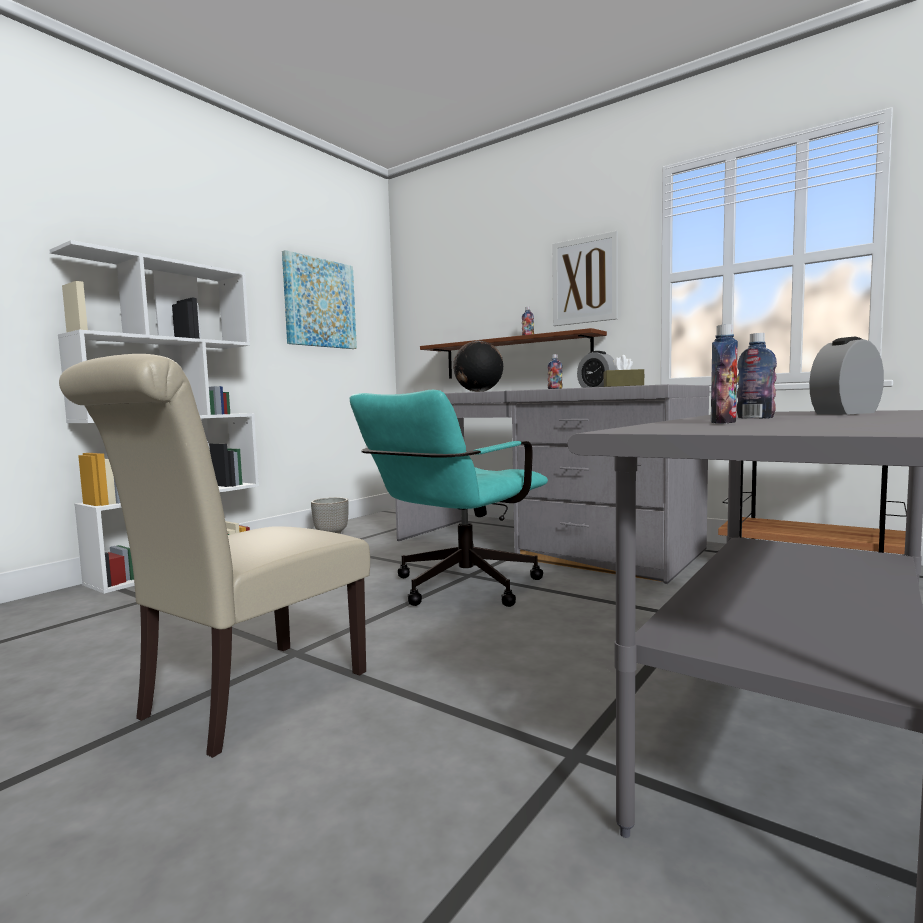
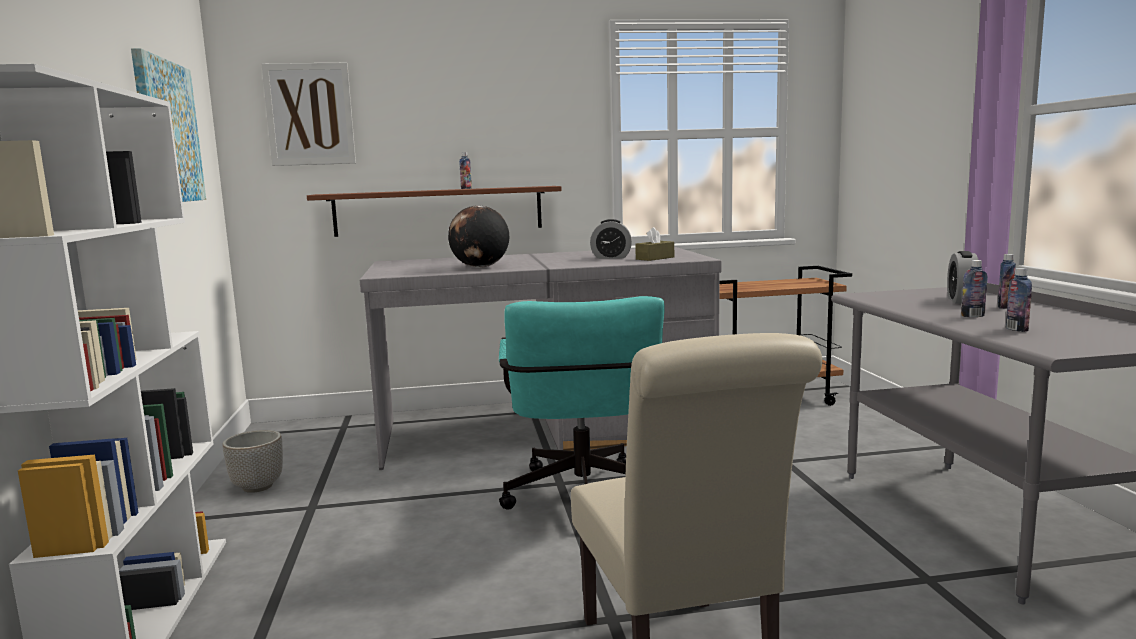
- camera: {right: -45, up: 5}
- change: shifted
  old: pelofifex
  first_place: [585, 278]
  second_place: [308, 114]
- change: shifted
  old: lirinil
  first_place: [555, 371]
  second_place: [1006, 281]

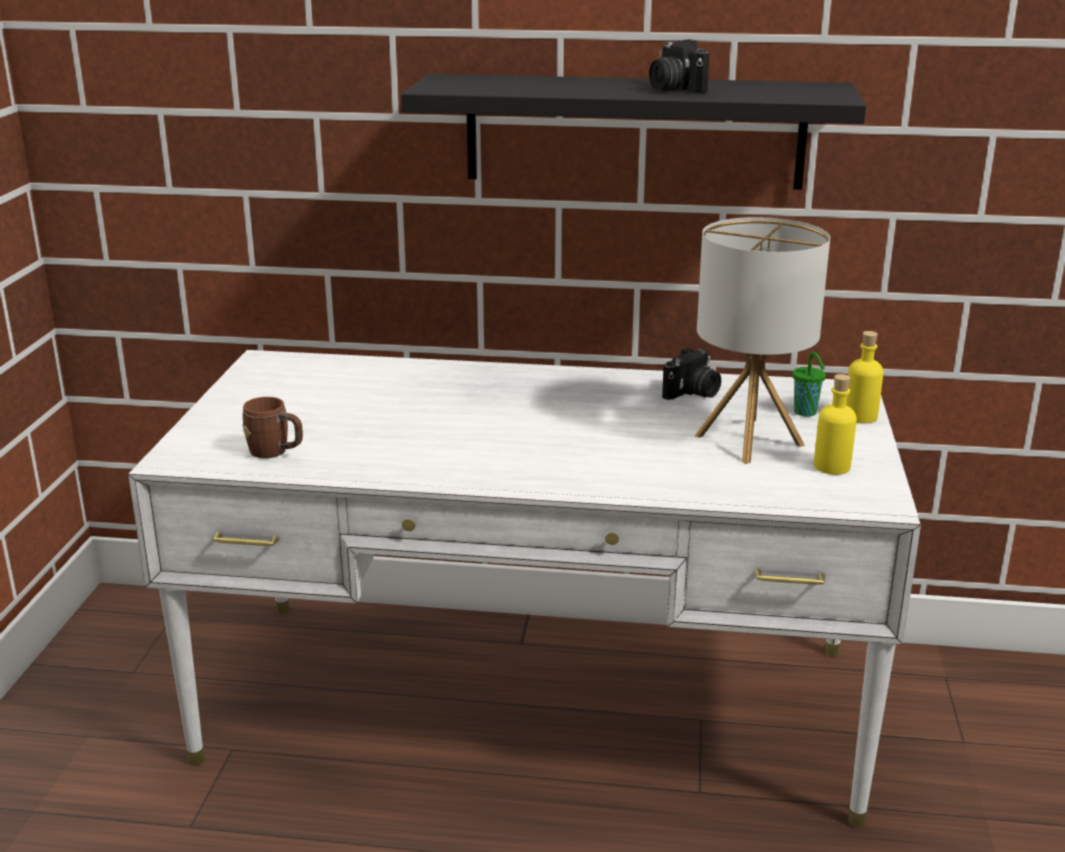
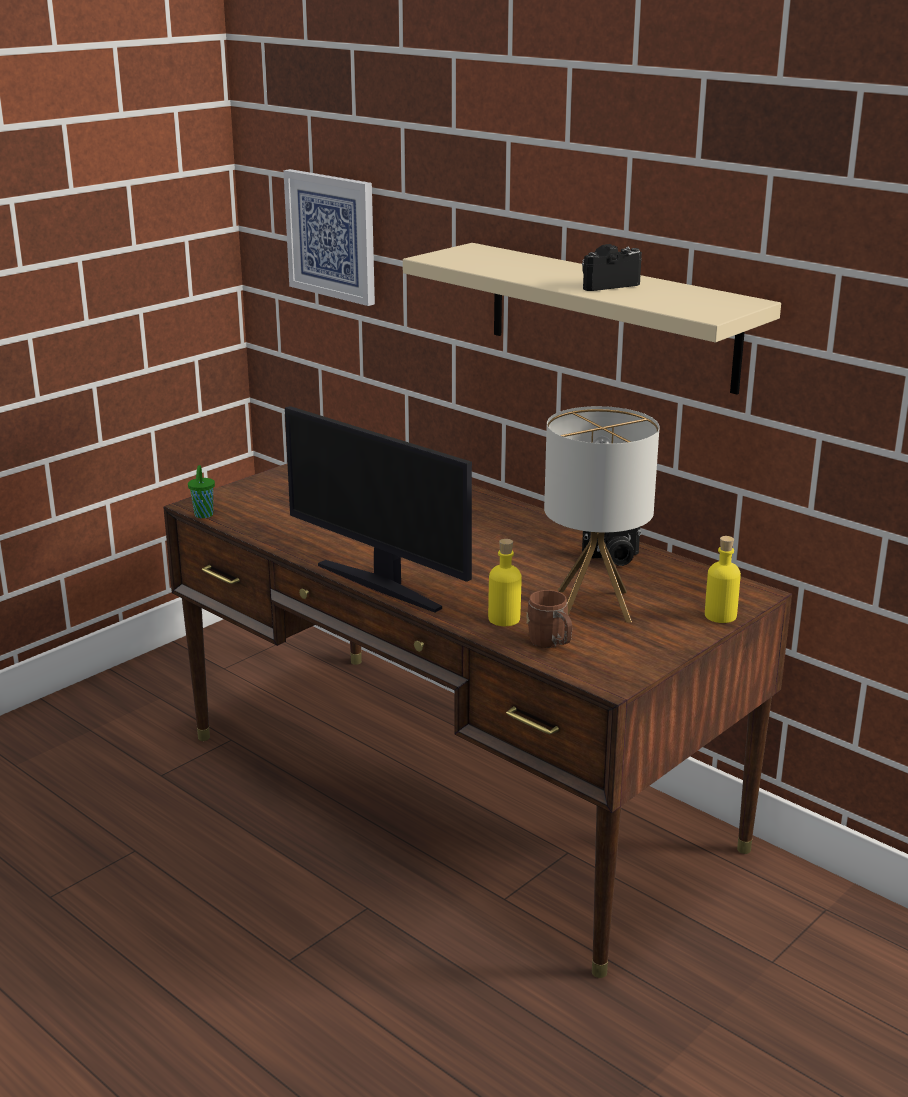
- camera: {right: 35, up: 0}
- change: rotated
  old: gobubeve
  first_place: [679, 66]
  second_place: [612, 267]
  degrees: 60
- change: repainted
  old: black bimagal
  new: beige bimagal
  first_place: [633, 132]
  second_place: [592, 318]
- change: repainted
  old: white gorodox
  new: brown gorodox
  first_place: [524, 589]
  second_place: [477, 721]
- change: shifted
  old: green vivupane
  first_place: [809, 384]
  second_place: [201, 491]
- change: shifted
  old: yellow lirinil
  first_place: [835, 424]
  second_place: [505, 582]
- change: shifted
  old: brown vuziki
  first_place: [272, 427]
  second_place: [549, 619]
- change: new
  new: pelofifex
  second_place: [329, 237]
- change: new
  new: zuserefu
  second_place: [378, 509]

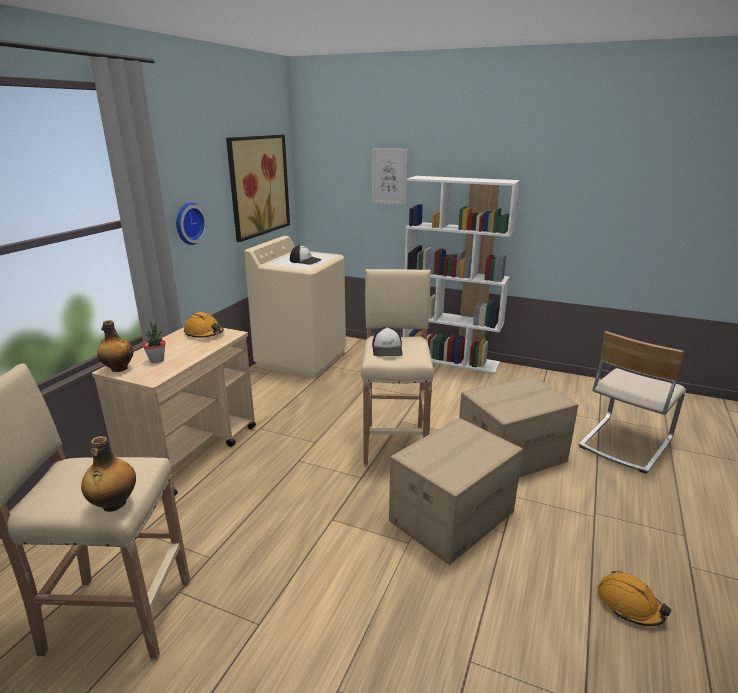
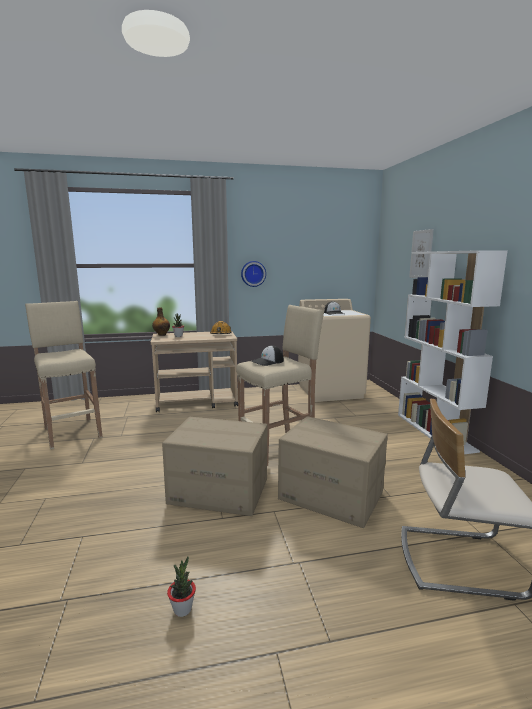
- camera: {right: 55, up: -10}
- change: gone
  old: pelofifex
  first_place: [258, 188]
- change: gone
  old: lirinil
  first_place: [108, 474]
- change: swapped
  old: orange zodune
  new: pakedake
  first_place: [635, 598]
  second_place: [181, 586]

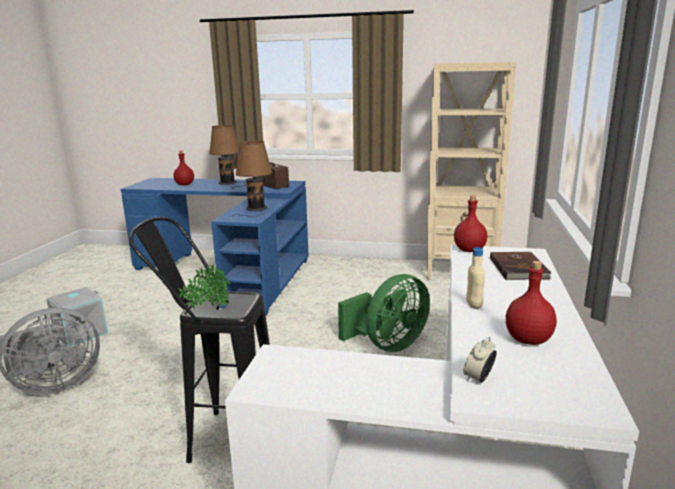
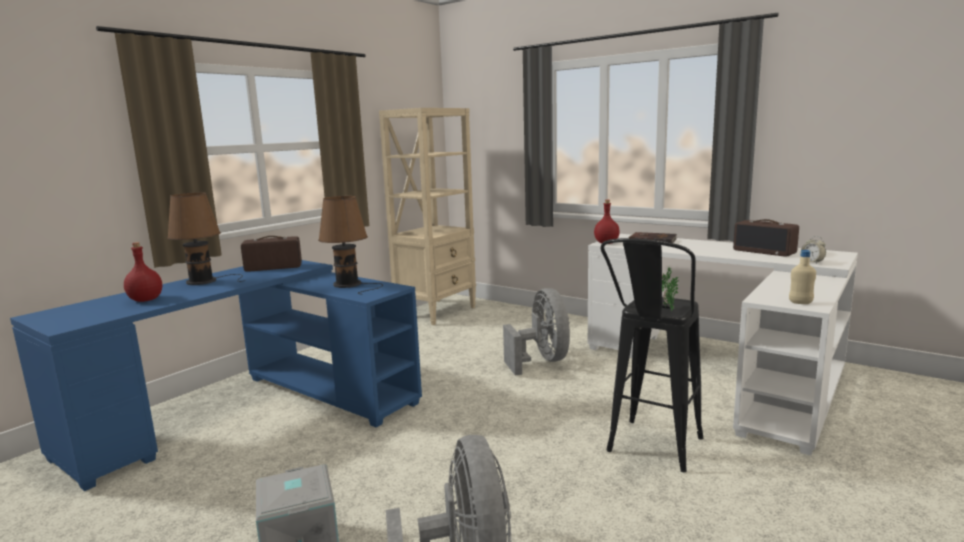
- camera: {right: -65, up: -5}
- change: shifted
  old: beige lirinil
  first_place: [475, 278]
  second_place: [802, 277]
- change: swapped
  old: red lirinil
  new: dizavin
  first_place: [531, 303]
  second_place: [766, 238]
- change: repainted
  old: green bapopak
  new: grey bapopak
  first_place: [384, 313]
  second_place: [536, 331]

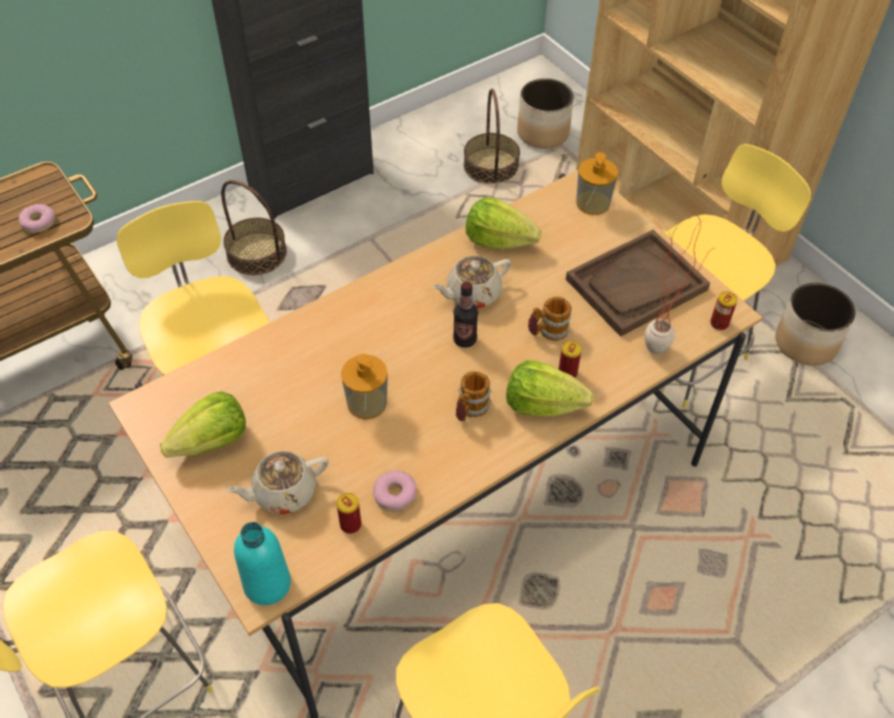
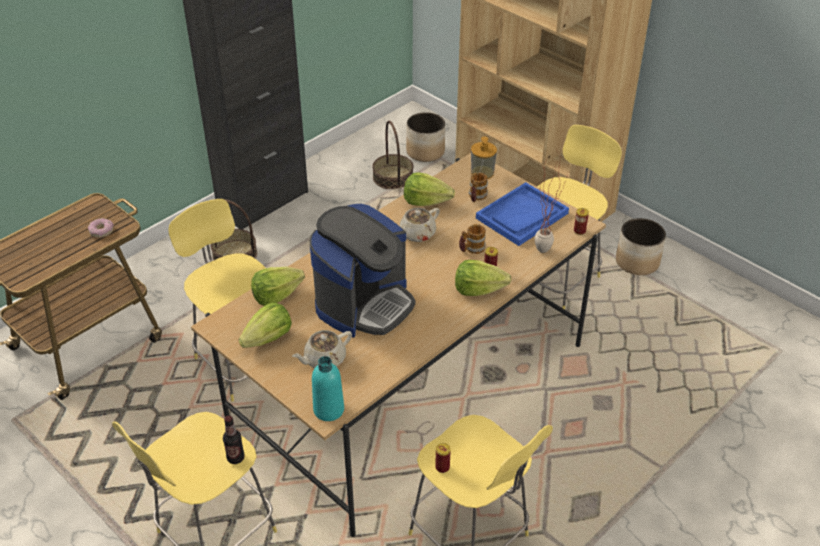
- camera: {right: -10, up: -10}
- change: repainted
  old: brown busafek
  new: blue busafek
  first_place: [638, 283]
  second_place: [522, 214]
- change: shifted
  old: lirinil
  first_place: [465, 315]
  second_place: [234, 439]
- change: swapped
  old: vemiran
  new: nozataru
  first_place: [364, 387]
  second_place: [362, 270]
- change: shifted
  old: vuziki
  first_place: [473, 396]
  second_place: [478, 187]
- change: gone
  old: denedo
  first_place: [395, 491]
- change: shifted
  old: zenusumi
  first_place: [349, 513]
  second_place: [443, 458]
- change: new
  new: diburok
  second_place: [278, 286]

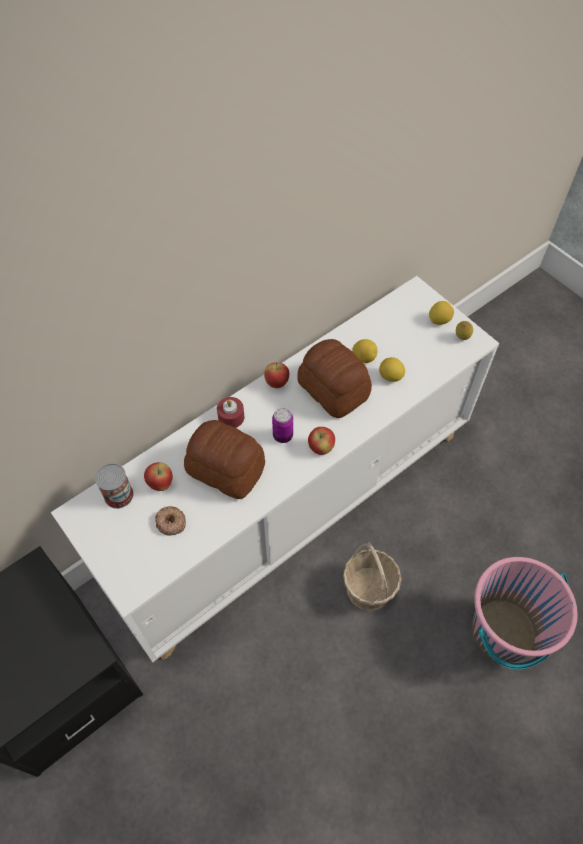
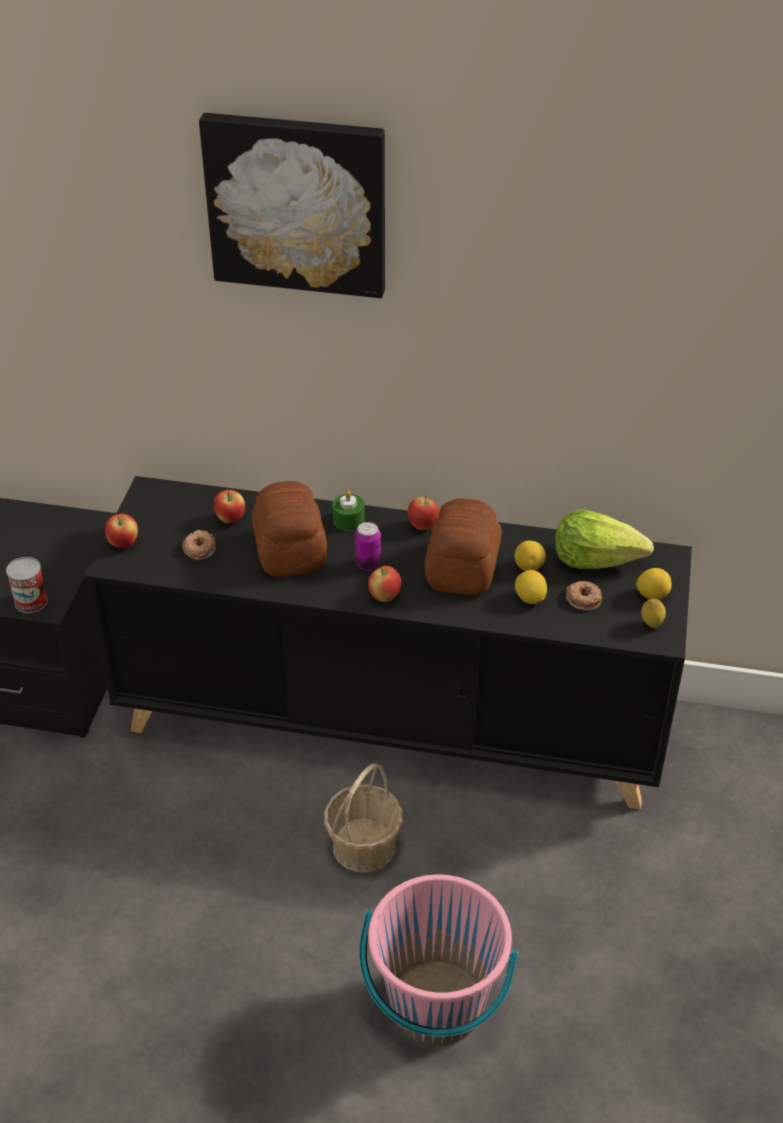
- camera: {right: 50, up: -15}
- change: repainted
  old: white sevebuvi
  new: black sevebuvi
  first_place: [275, 469]
  second_place: [388, 643]
- change: repainted
  old: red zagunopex
  new: green zagunopex
  first_place: [230, 412]
  second_place: [348, 510]
- change: shifted
  old: zenusumi
  first_place: [114, 486]
  second_place: [27, 585]
- change: new
  new: pelofifex
  second_place: [292, 205]
- change: new
  new: diburok
  second_place: [604, 539]
- change: new
  new: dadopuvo
  second_place: [121, 531]
- change: new
  new: denedo
  second_place: [584, 596]

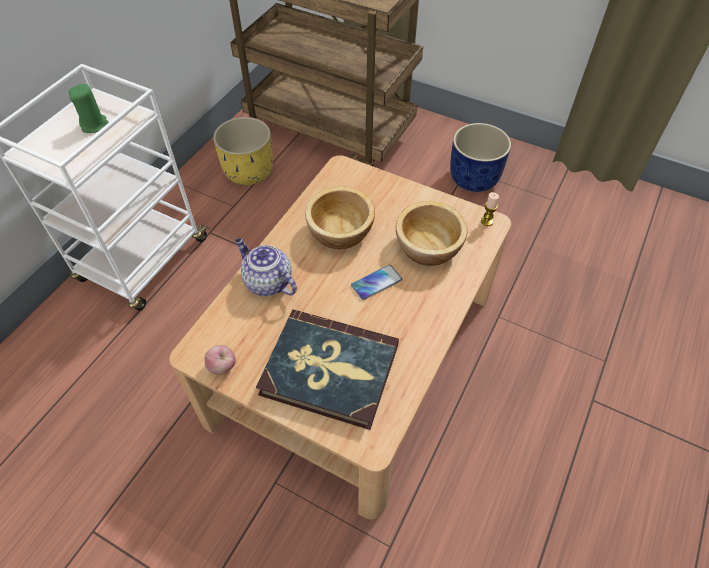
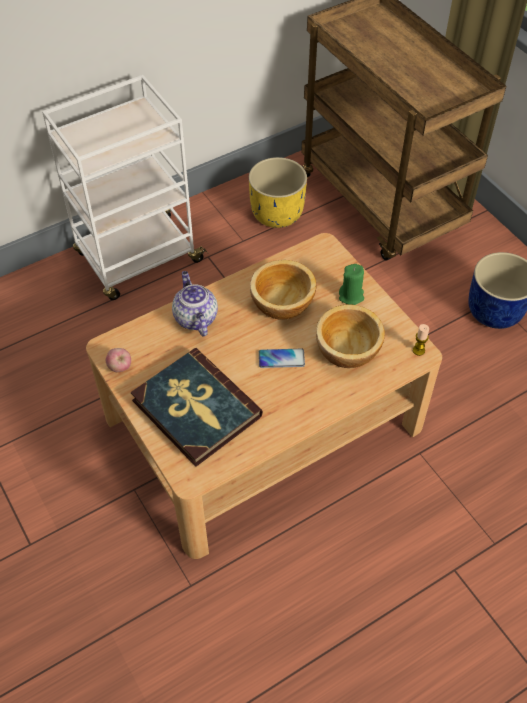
- camera: {right: 30, up: 0}
- change: shifted
  old: green zagunopex
  first_place: [89, 108]
  second_place: [351, 284]

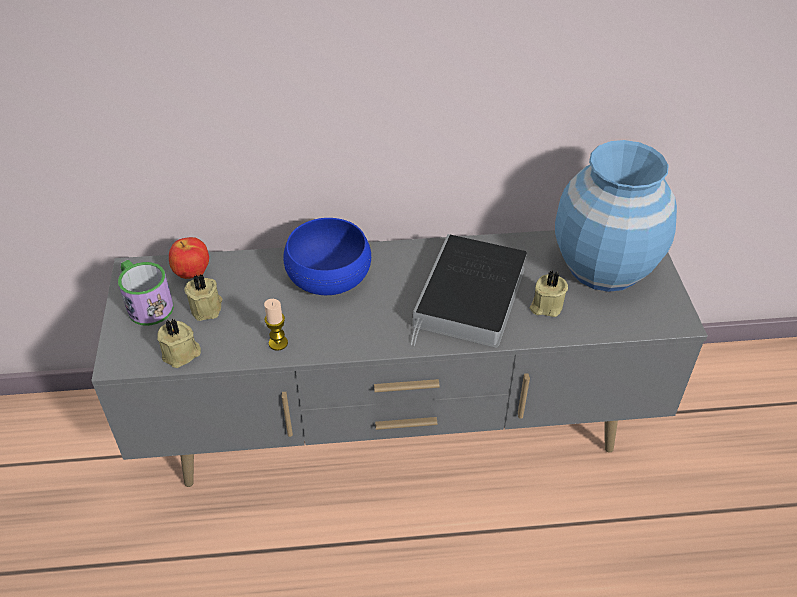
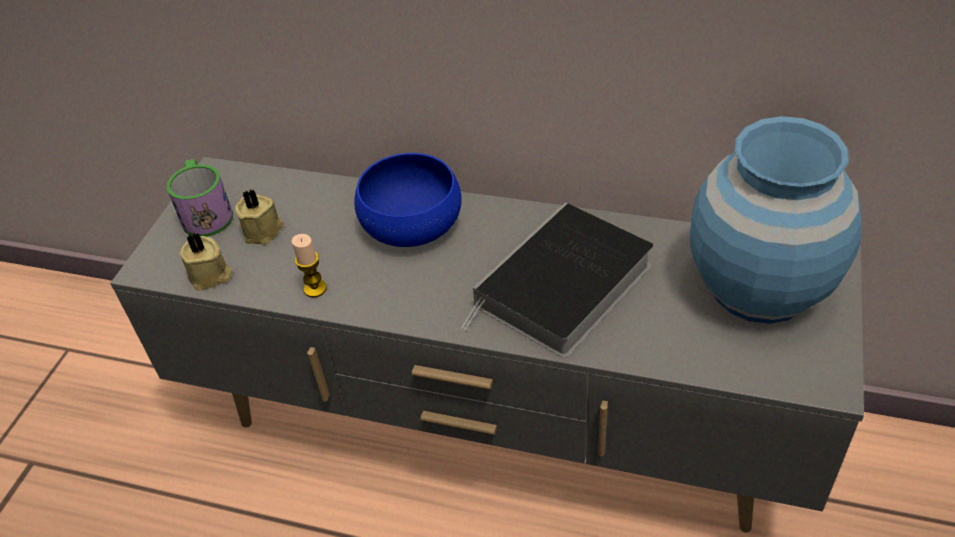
- camera: {right: 25, up: 0}
- change: gone
  old: dadopuvo
  first_place: [189, 258]
- change: gone
  old: beige zagunopex
  first_place: [549, 293]

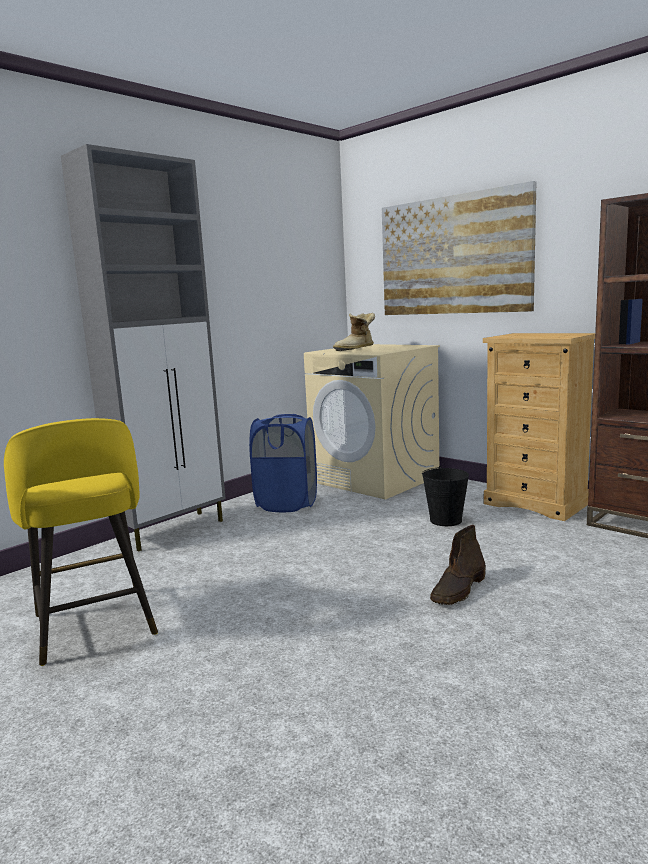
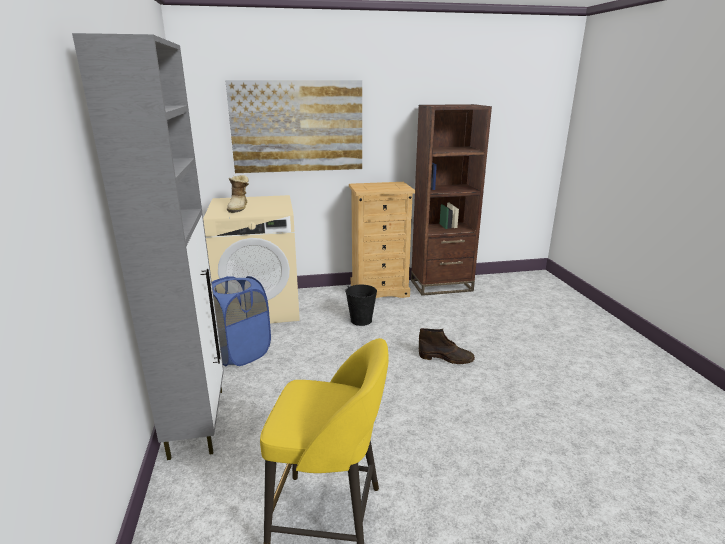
- camera: {right: -55, up: 10}
- change: rotated
  old: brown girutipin
  first_place: [458, 565]
  second_place: [447, 346]
  degrees: -60

